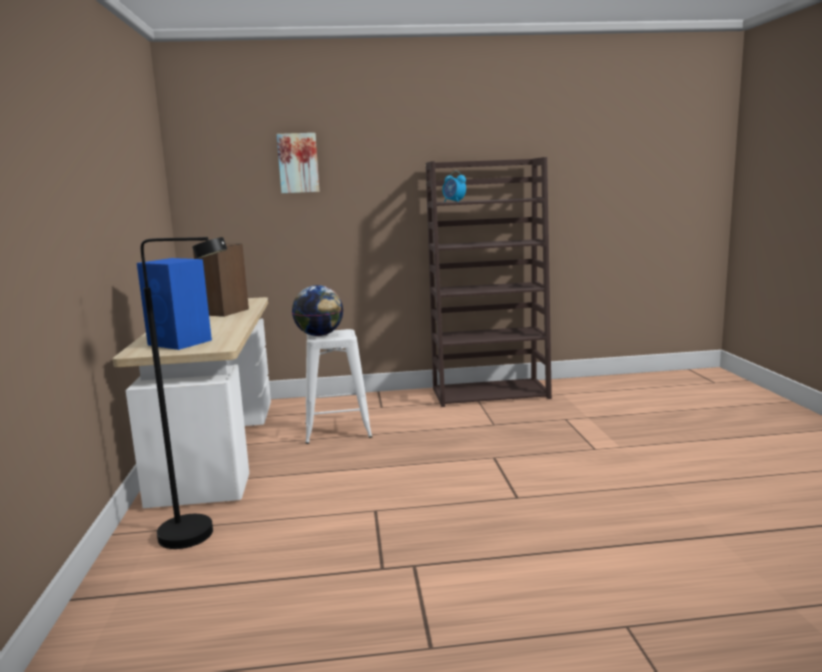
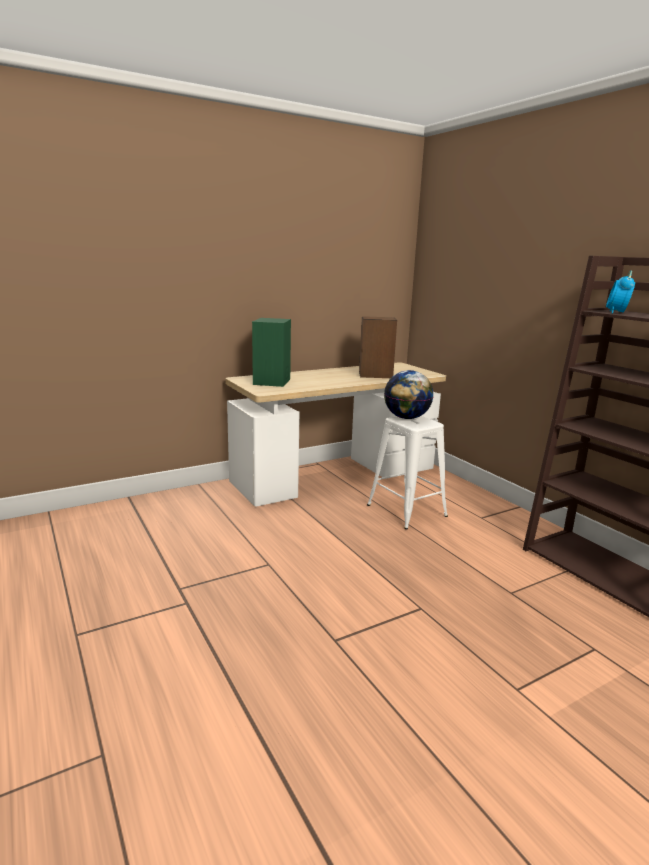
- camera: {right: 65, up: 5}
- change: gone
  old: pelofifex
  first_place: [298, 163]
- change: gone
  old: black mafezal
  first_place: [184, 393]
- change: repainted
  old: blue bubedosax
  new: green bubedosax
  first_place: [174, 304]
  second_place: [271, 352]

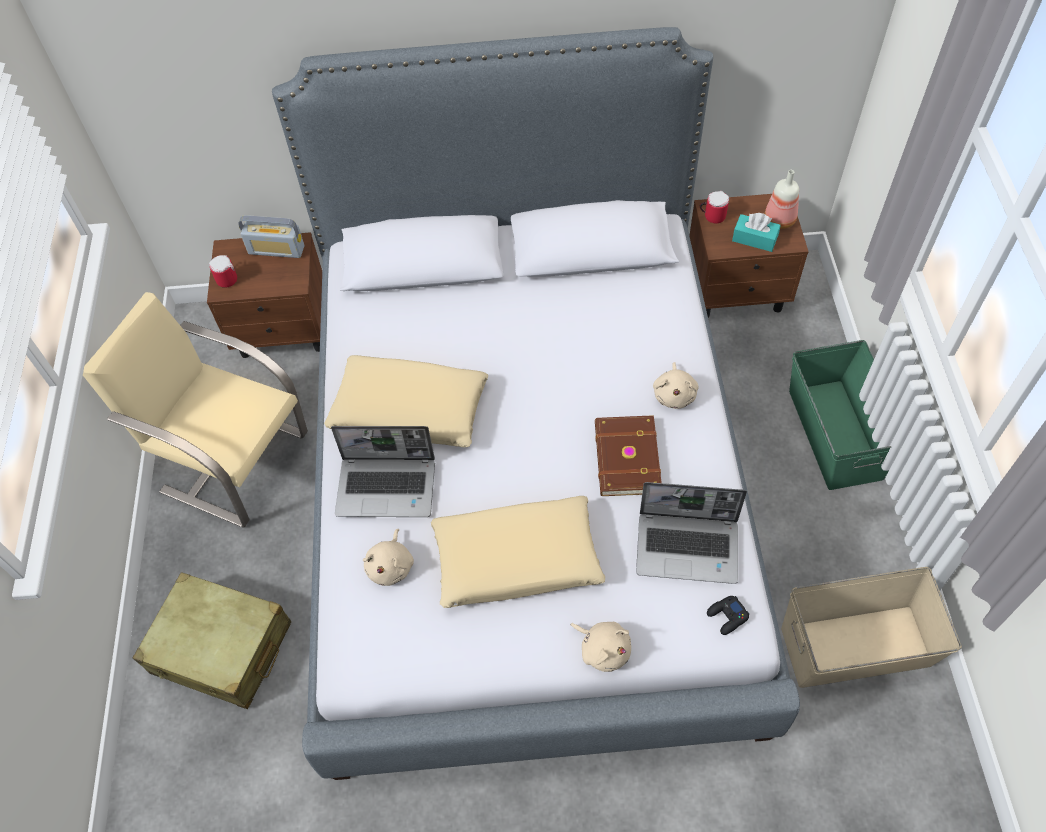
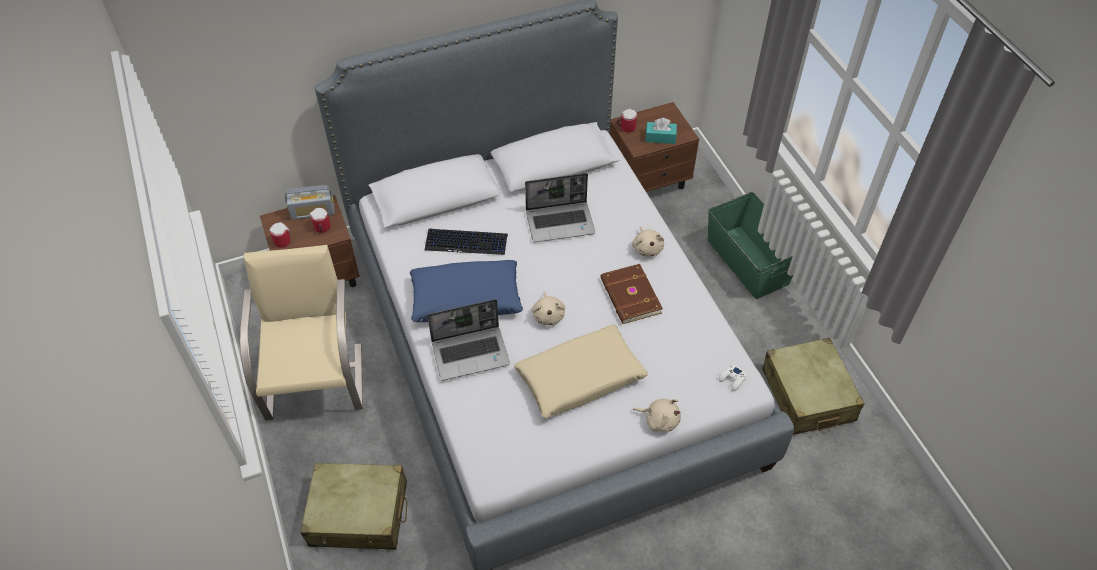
- camera: {right: -20, up: -5}
- change: gone
  old: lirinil
  first_place: [782, 199]
- change: rotated
  old: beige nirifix
  first_place: [195, 409]
  second_place: [301, 332]
  degrees: 75
- change: repainted
  old: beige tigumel
  new: blue tigumel
  first_place: [406, 401]
  second_place: [466, 291]
- change: shifted
  old: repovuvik
  first_place: [691, 533]
  second_place: [560, 207]
- change: shifted
  old: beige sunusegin
  first_place: [388, 557]
  second_place: [548, 308]
- change: swapped
  old: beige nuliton
  new: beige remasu
  first_place: [871, 627]
  second_place: [813, 386]
- change: repainted
  old: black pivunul
  new: white pivunul
  first_place: [728, 615]
  second_place: [733, 377]
- change: new
  new: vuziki
  second_place: [320, 220]
- change: new
  new: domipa
  second_place: [466, 242]

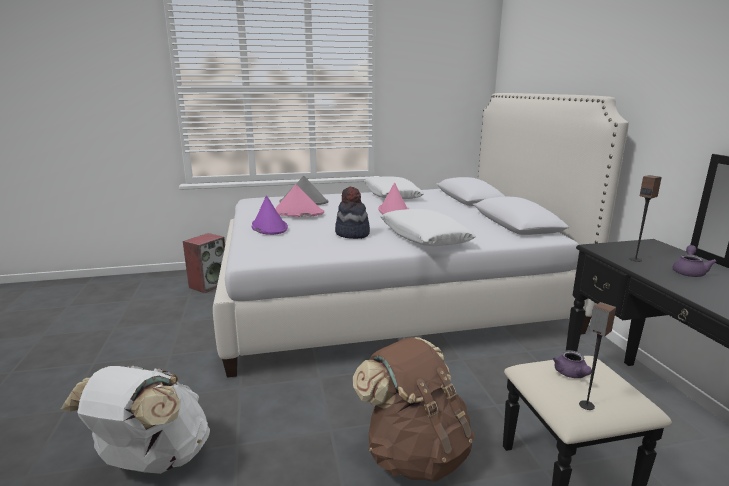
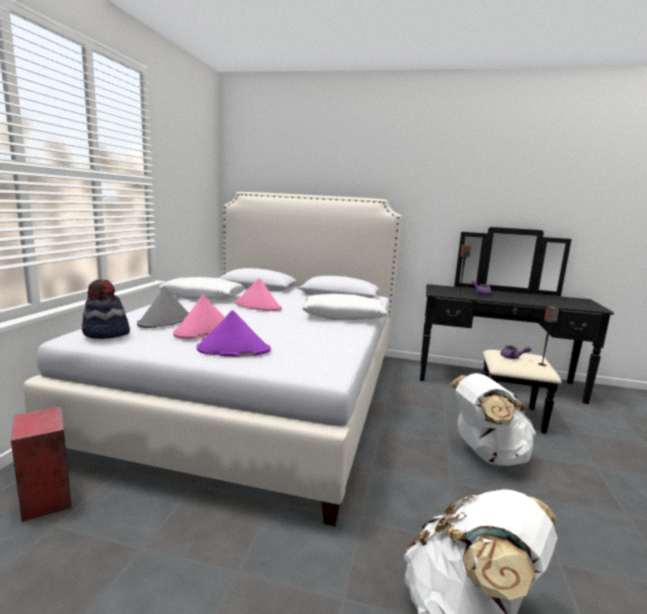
- camera: {right: -65, up: -5}
- change: shifted
  old: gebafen
  first_place: [352, 213]
  second_place: [106, 309]
- change: repainted
  old: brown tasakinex
  new: white tasakinex
  first_place: [414, 409]
  second_place: [493, 419]

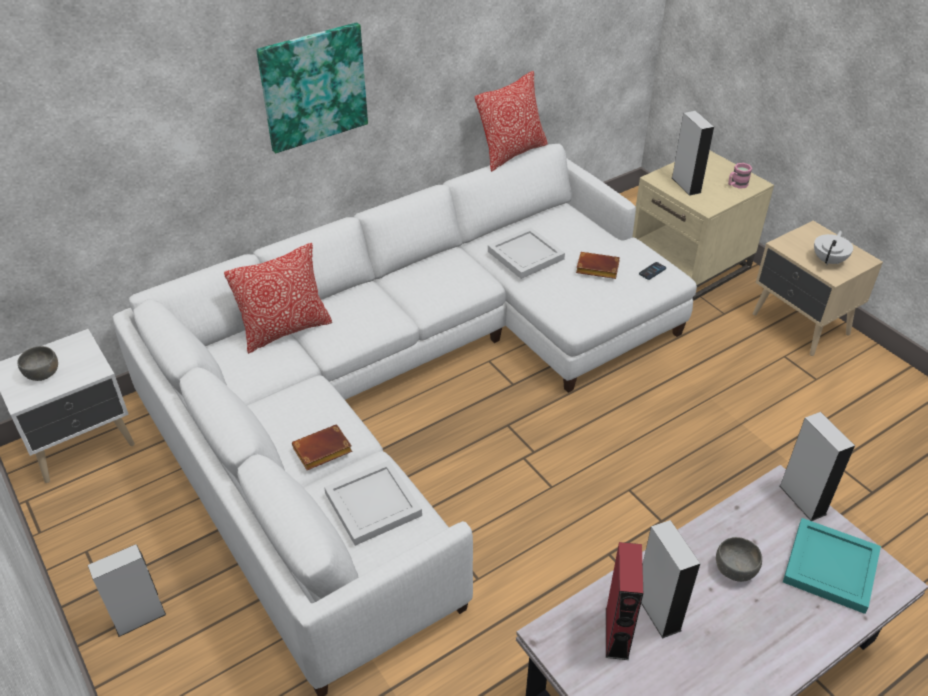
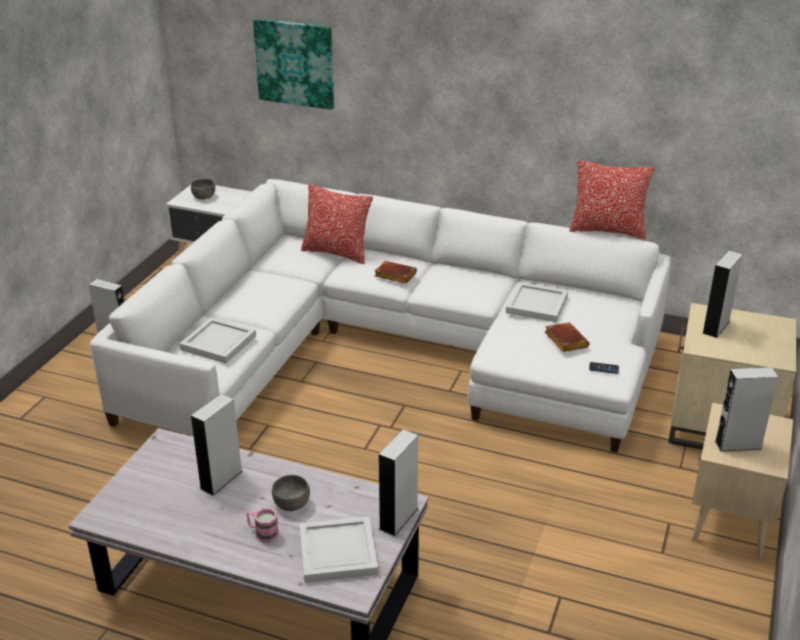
- camera: {right: 55, up: -10}
- change: shifted
  old: pelofifex
  first_place: [312, 87]
  second_place: [293, 64]
- change: shifted
  old: pink vuziki
  first_place: [740, 176]
  second_place: [262, 525]
- change: swapped
  old: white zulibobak
  new: grey bubedosax
  first_place: [833, 248]
  second_place: [746, 409]
- change: shifted
  old: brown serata
  first_place: [322, 447]
  second_place: [396, 272]
- change: repainted
  old: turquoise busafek
  new: white busafek
  first_place: [832, 566]
  second_place: [338, 550]
- change: gone
  old: red bubedosax
  first_place: [624, 601]

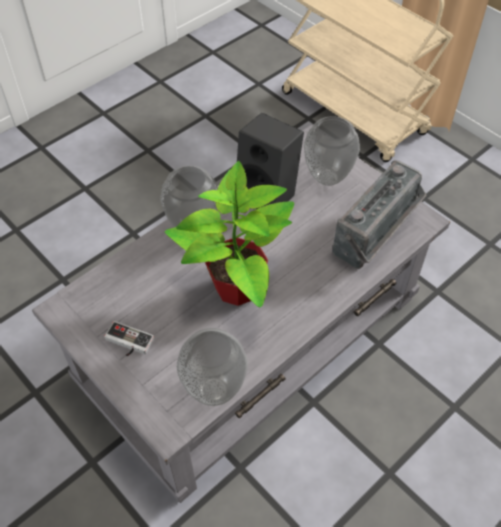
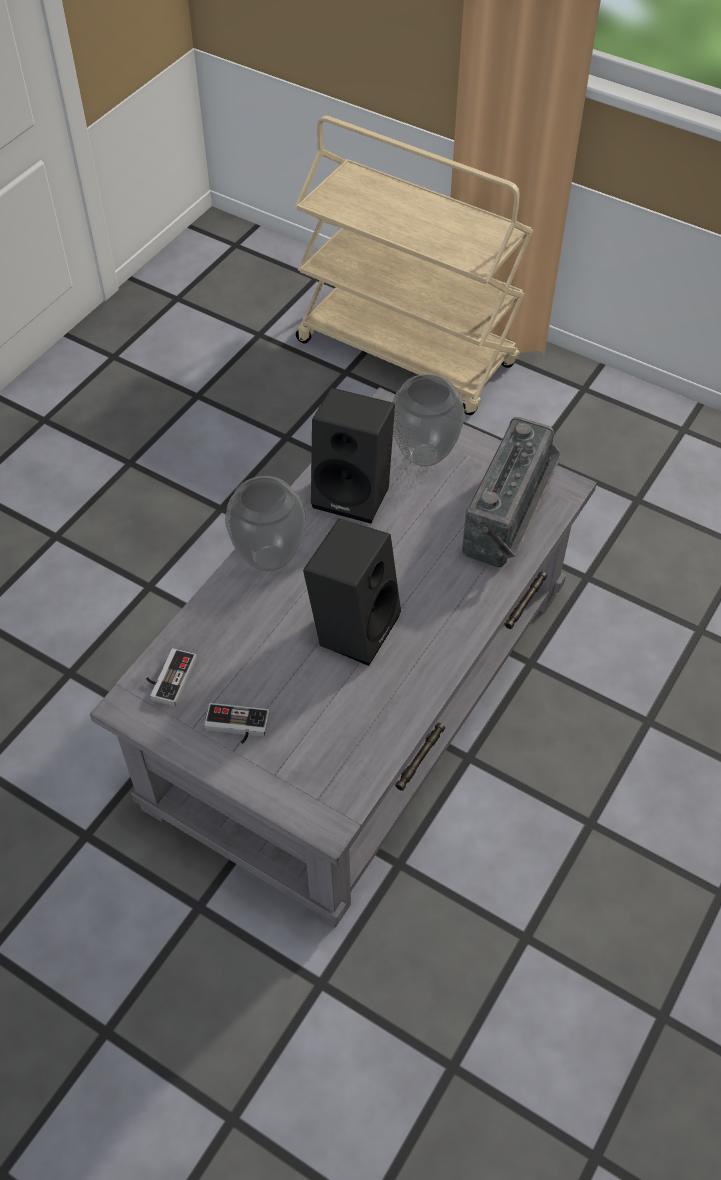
- camera: {right: -15, up: 0}
- change: swapped
  old: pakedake
  new: black bubedosax
  first_place: [229, 234]
  second_place: [352, 592]
- change: gone
  old: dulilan
  first_place: [212, 367]
- change: new
  new: pivunul
  second_place: [171, 677]

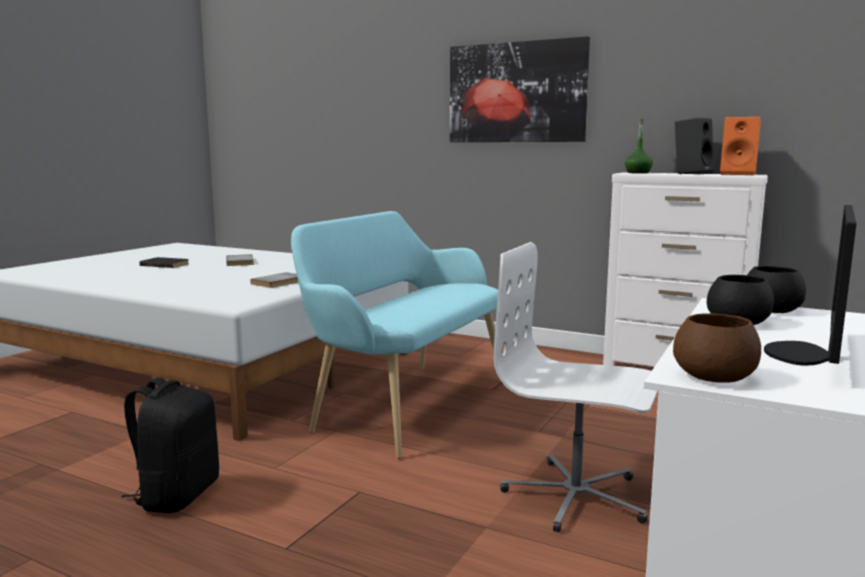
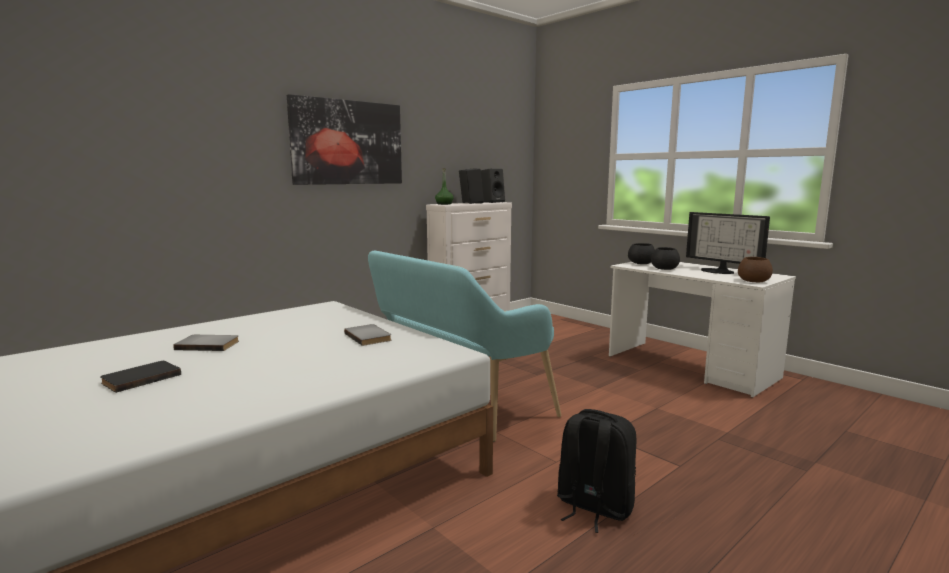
- camera: {right: -70, up: 0}
- change: repainted
  old: orange bubedosax
  new: black bubedosax
  first_place: [740, 146]
  second_place: [493, 186]
- change: gone
  old: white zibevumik
  first_place: [576, 387]

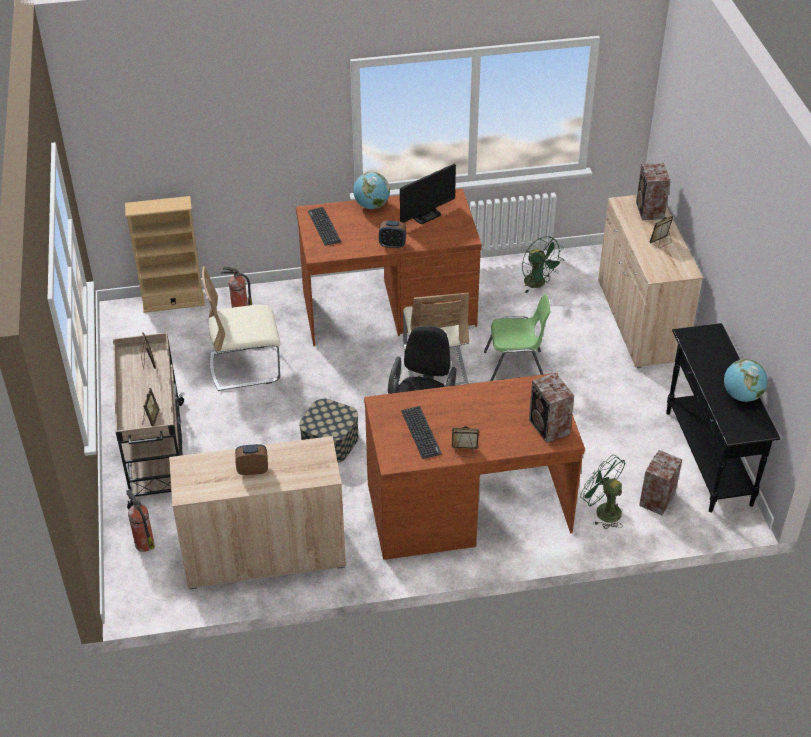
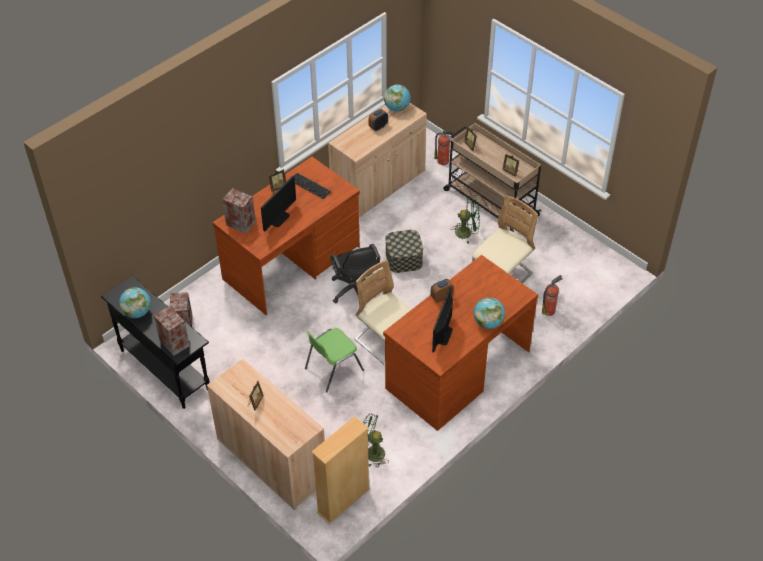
- camera: {right: 145, up: 5}
- change: shifted
  old: bubedosax
  first_place: [653, 191]
  second_place: [172, 331]
- change: shifted
  old: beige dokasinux
  first_place: [165, 254]
  second_place: [340, 470]
- change: gone
  old: domipa
  first_place: [324, 226]
- change: shifted
  old: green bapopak
  first_place: [602, 492]
  second_place: [465, 220]
- change: new
  new: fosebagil
  second_place: [397, 98]
- change: new
  new: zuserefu
  second_place: [278, 203]

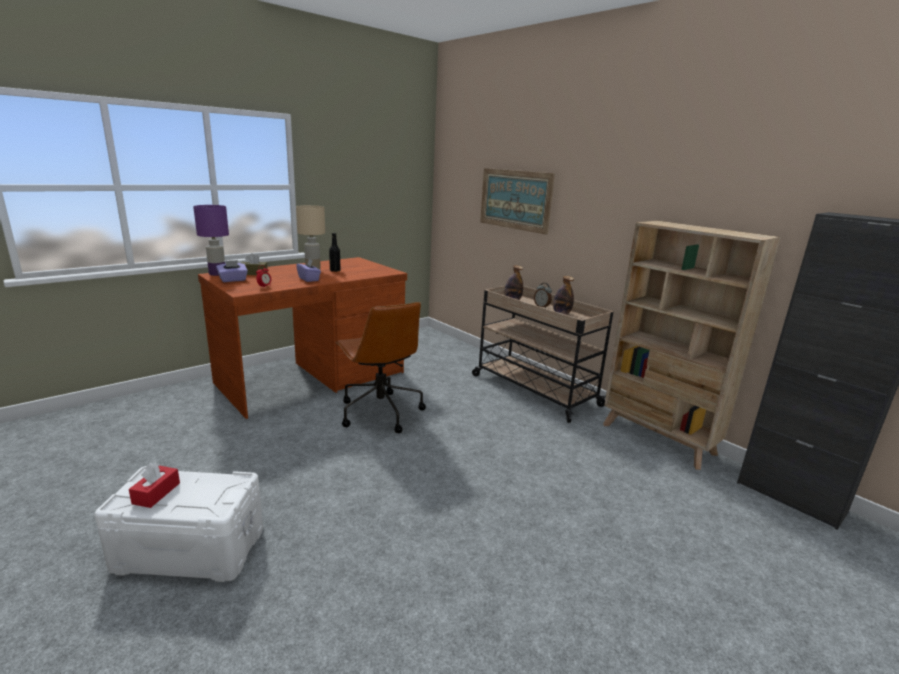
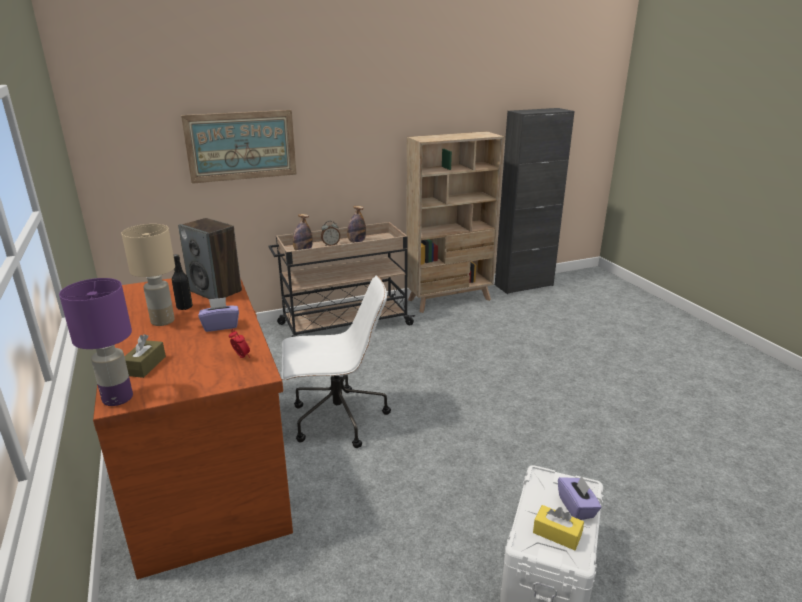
- camera: {right: -70, up: 5}
- change: shifted
  old: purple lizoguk
  first_place: [232, 271]
  second_place: [580, 497]
- change: repainted
  old: brown zibevumik
  new: white zibevumik
  first_place: [380, 367]
  second_place: [336, 362]
- change: repainted
  old: red lizoguk
  new: yellow lizoguk
  first_place: [154, 485]
  second_place: [558, 527]
- change: new
  new: bubedosax
  second_place: [210, 258]

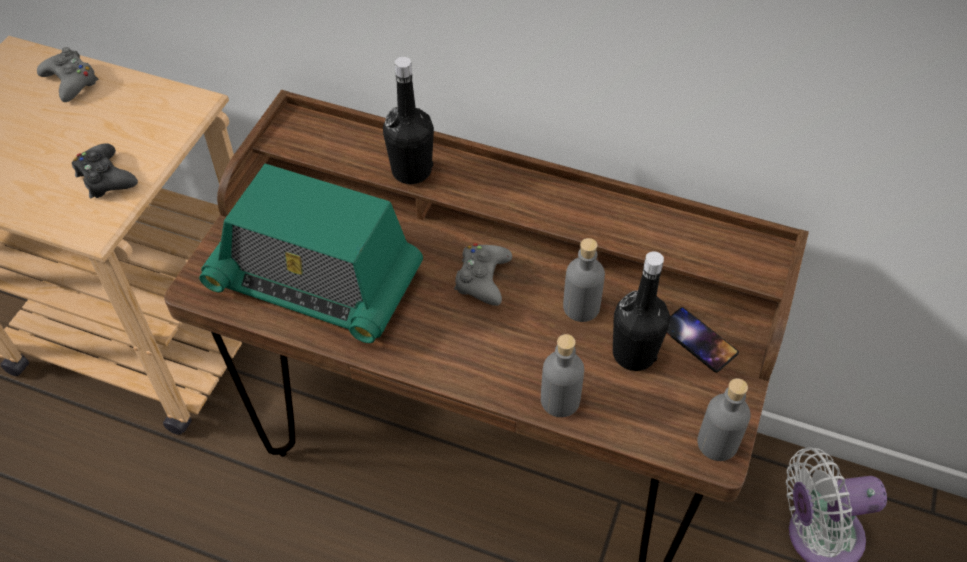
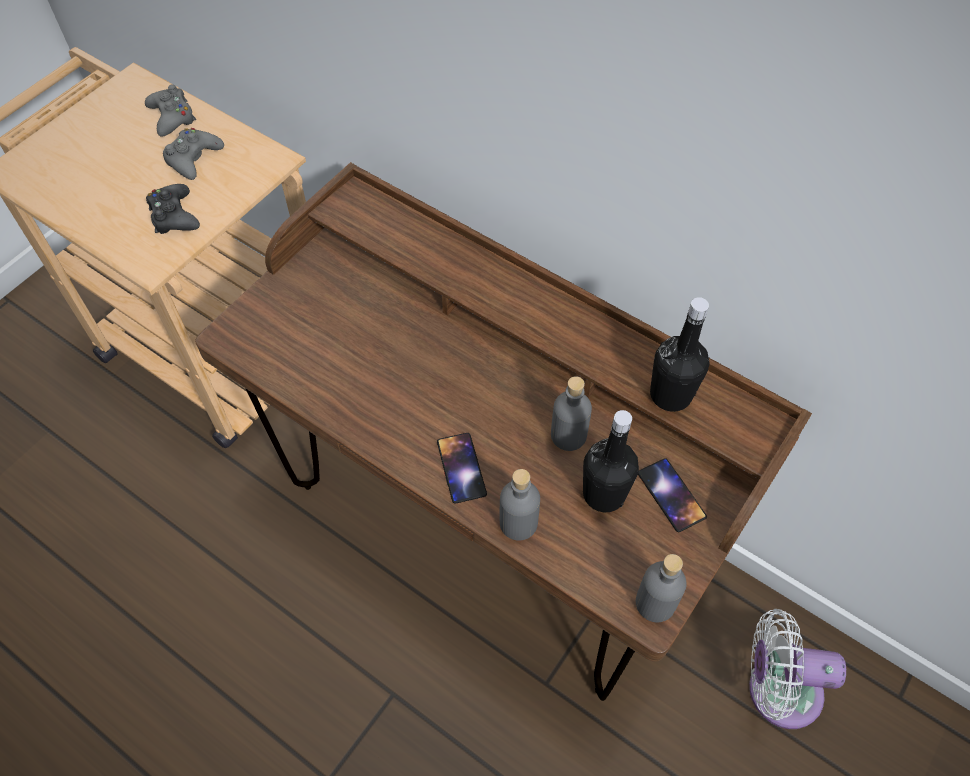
- camera: {right: 15, up: 5}
- change: shifted
  old: black lirinil
  first_place: [408, 120]
  second_place: [679, 354]
- change: gone
  old: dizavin
  first_place: [311, 253]
- change: shifted
  old: grey pivunul
  first_place: [483, 274]
  second_place: [193, 154]
- change: new
  new: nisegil
  second_place: [462, 468]

